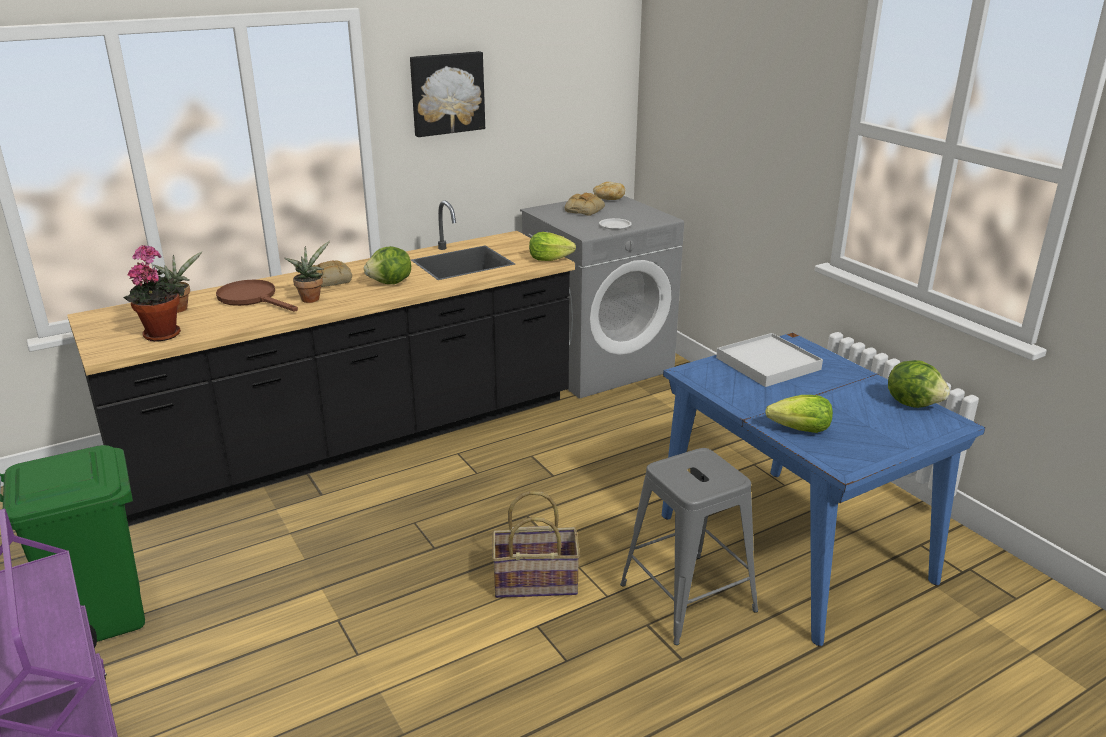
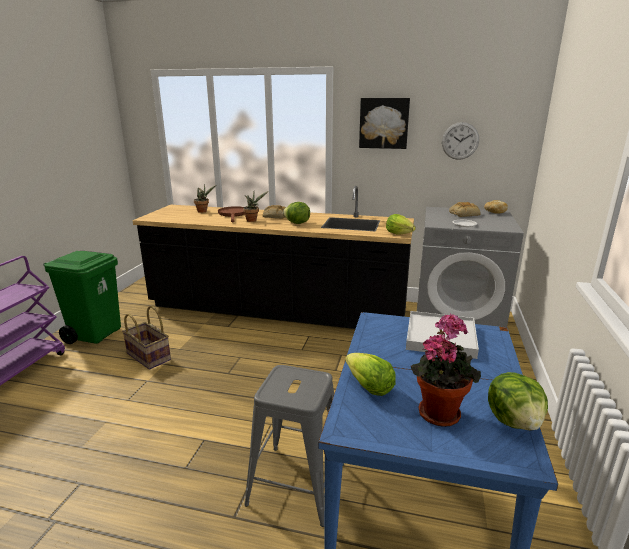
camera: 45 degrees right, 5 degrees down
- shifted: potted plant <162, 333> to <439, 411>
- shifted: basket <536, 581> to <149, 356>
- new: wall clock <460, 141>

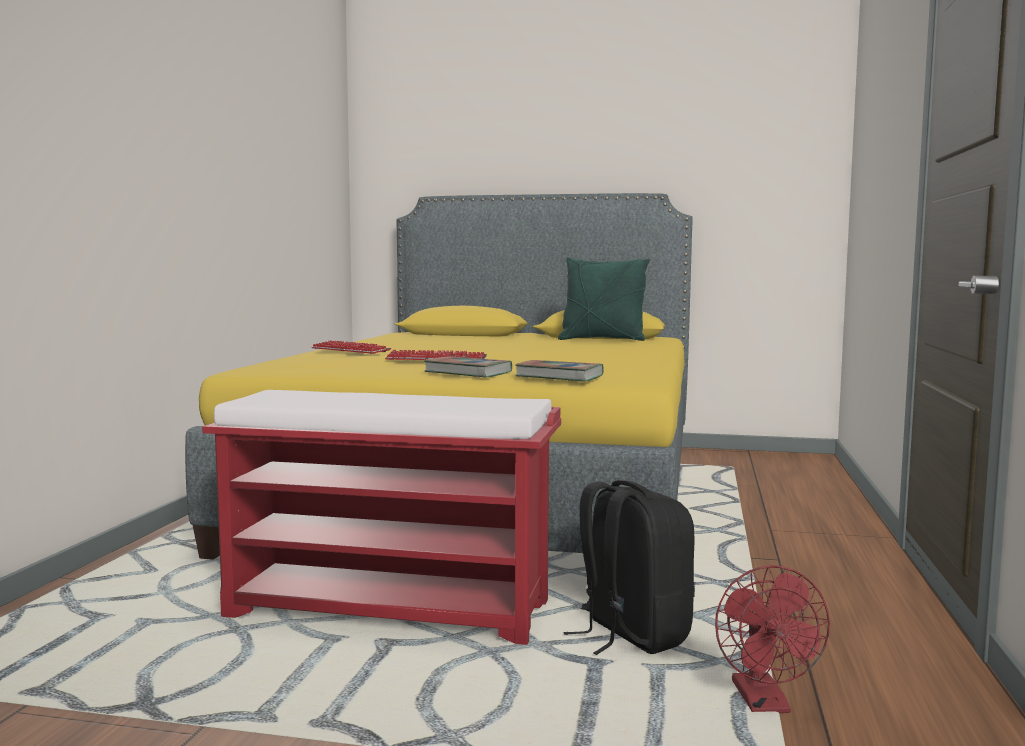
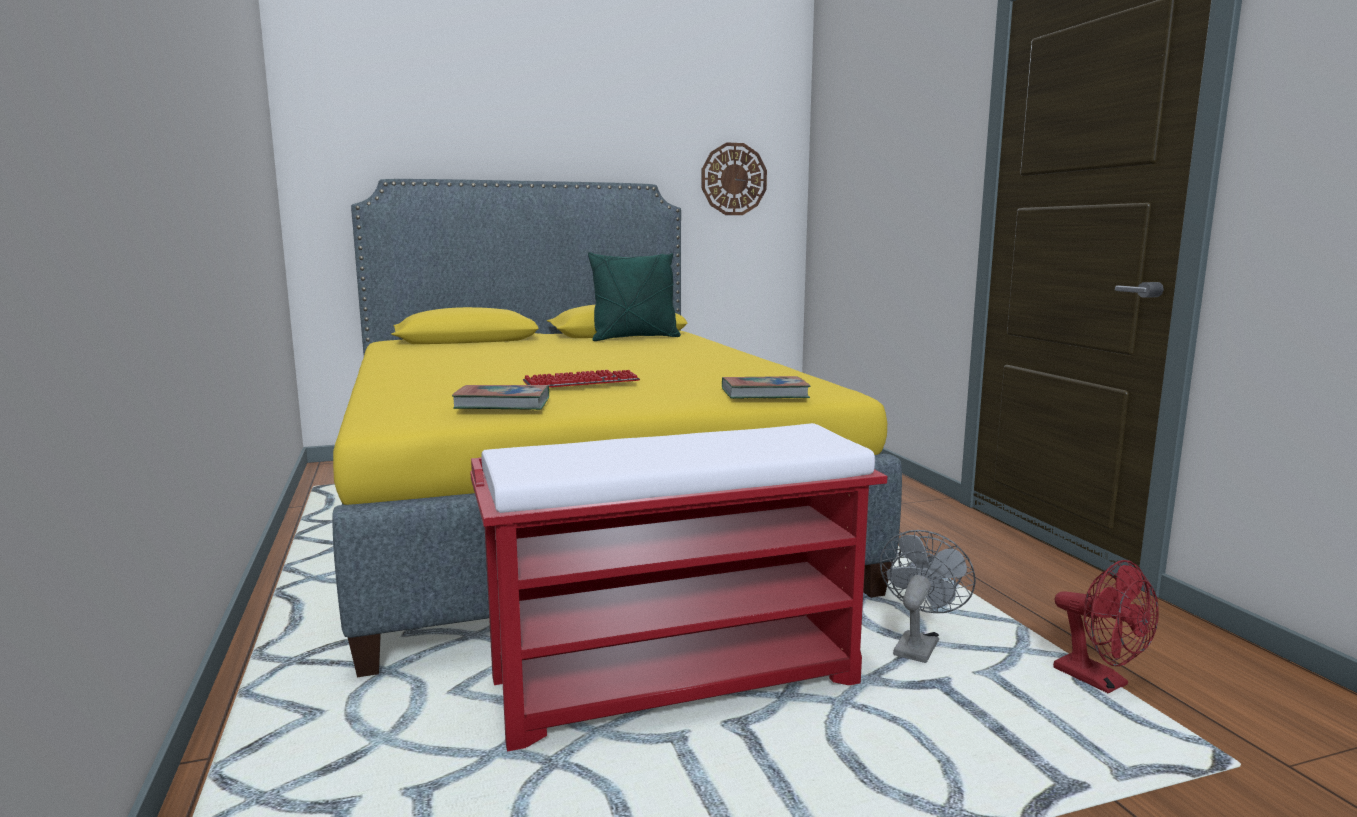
camera: 30 degrees left, 5 degrees up
- gone: keyboard <350, 350>
- shifted: book <468, 372> to <503, 404>
- swapped: black backpack <630, 635> to grey fan <917, 645>
- new: wall clock <733, 179>

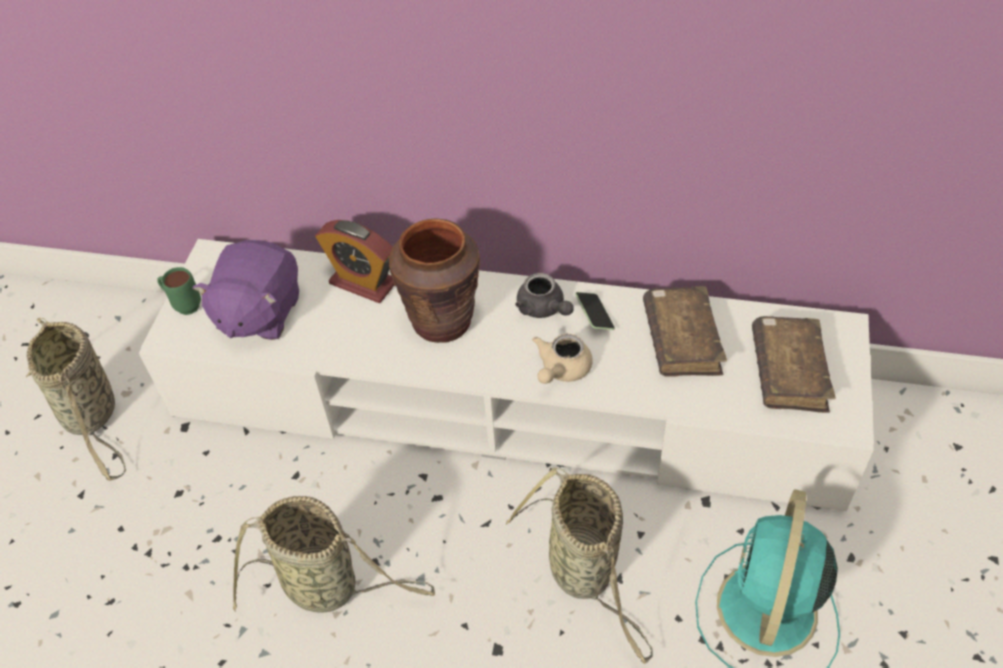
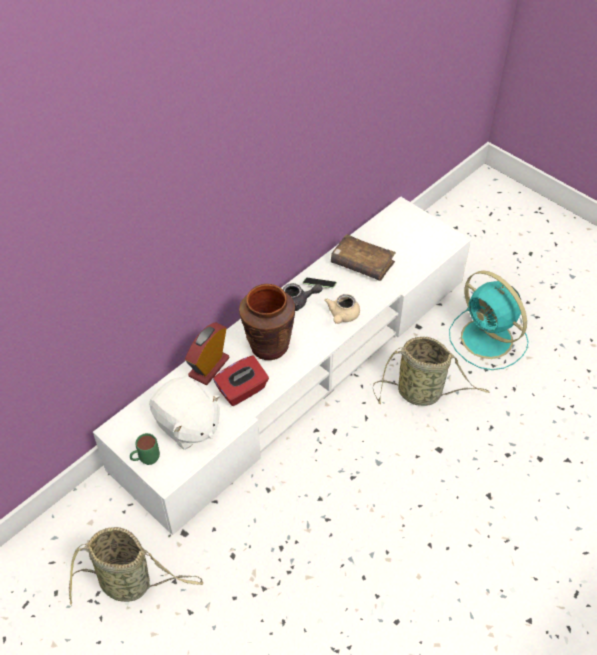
camera: 60 degrees left, 0 degrees up
- repainted: purple plush toy <258, 313> to white plush toy <187, 425>
- gone: basket <327, 586>
- rotated: alarm clock <363, 283> = <209, 367> 150 degrees clockwise
- rotated: beige teapot <561, 370> = <342, 316> 45 degrees clockwise
- gone: brown book <788, 372>
- new: red tissue box <242, 390>

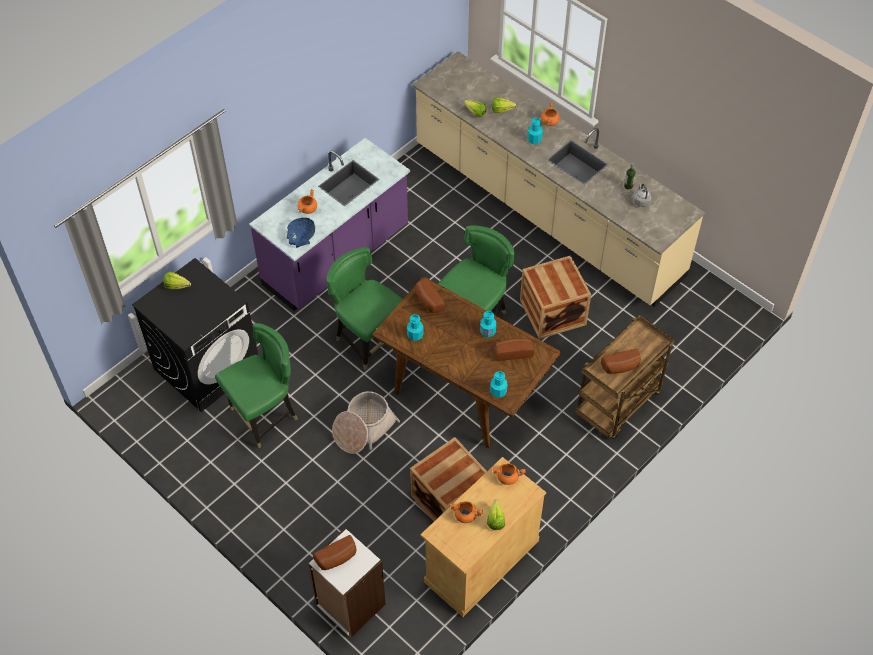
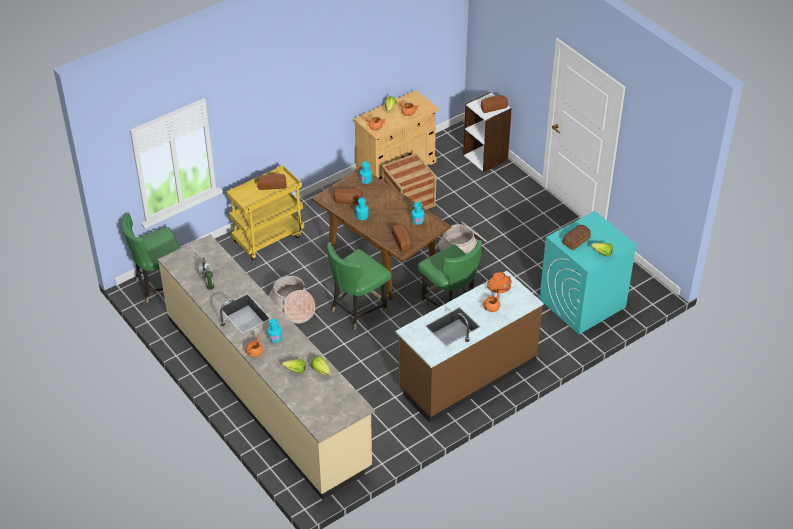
camera: 170 degrees left, 10 degrees down
- repainted: black washing machine <207, 366> to turquoise washing machine <582, 303>
- shifted: green chair <265, 417> to <160, 285>
- repainted: purple counter <337, 257> to brown counter <467, 374>
- repainted: blue bowl <301, 236> to orange bowl <499, 287>
- swapped: crate <552, 312> to basket <293, 306>
- repainted: brown cart <618, 406> to yellow cart <268, 238>
- new: bread <577, 240>

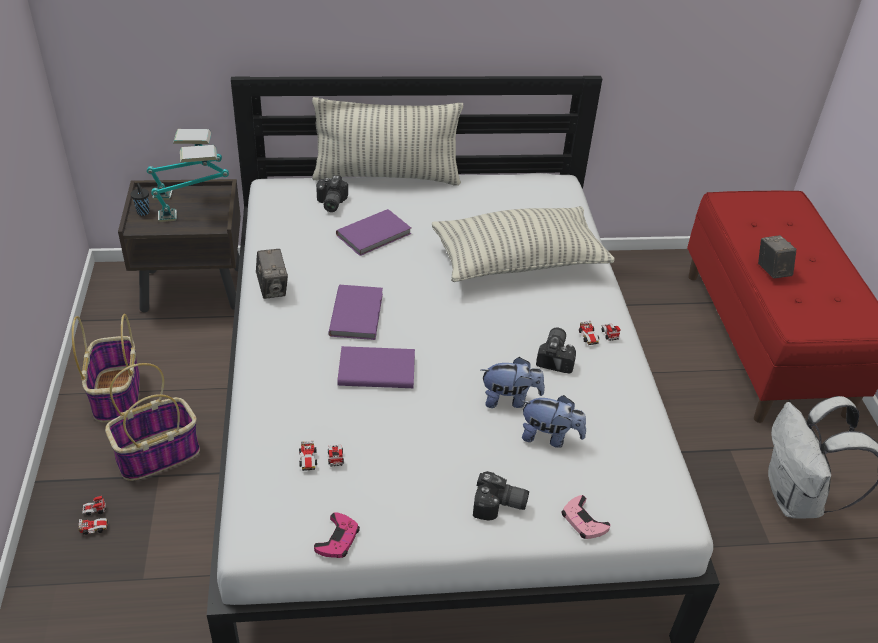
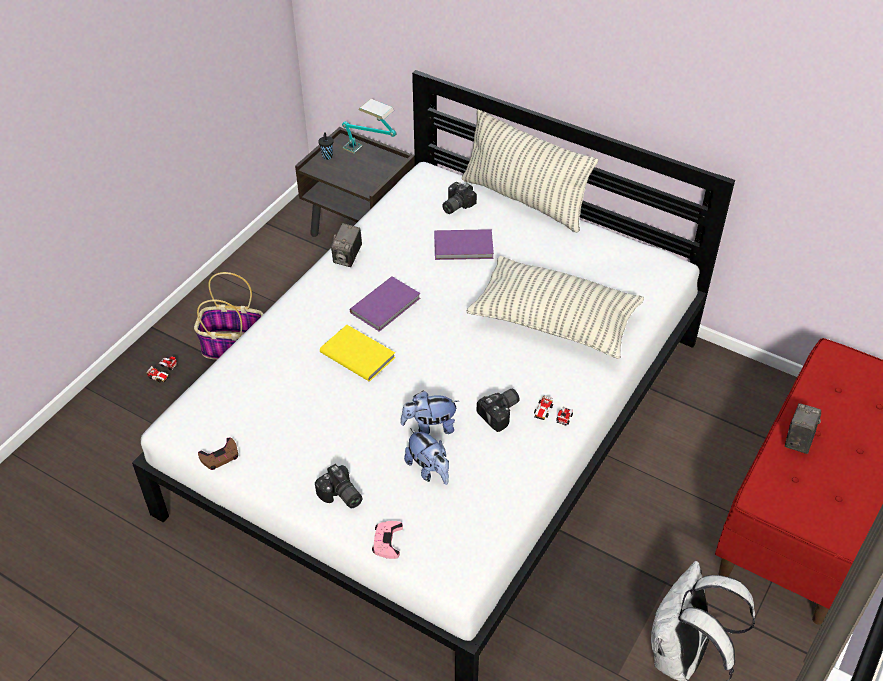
camera: 40 degrees right, 5 degrees up
- gone: basket <116, 394>
- gone: table lamp <195, 214>
- gone: toy car <321, 460>
- repainted: pink game controller <338, 539> to brown game controller <220, 456>
- repainted: purple book <375, 369> to yellow book <358, 353>
- rotated: plush toy <509, 399> = <430, 426> 135 degrees clockwise

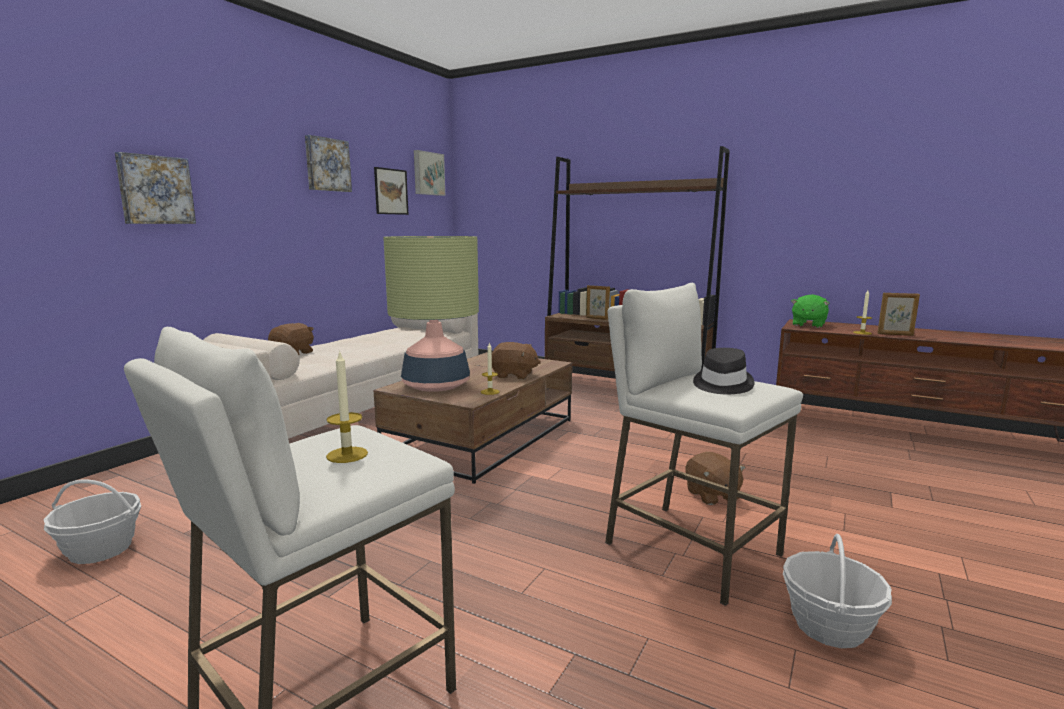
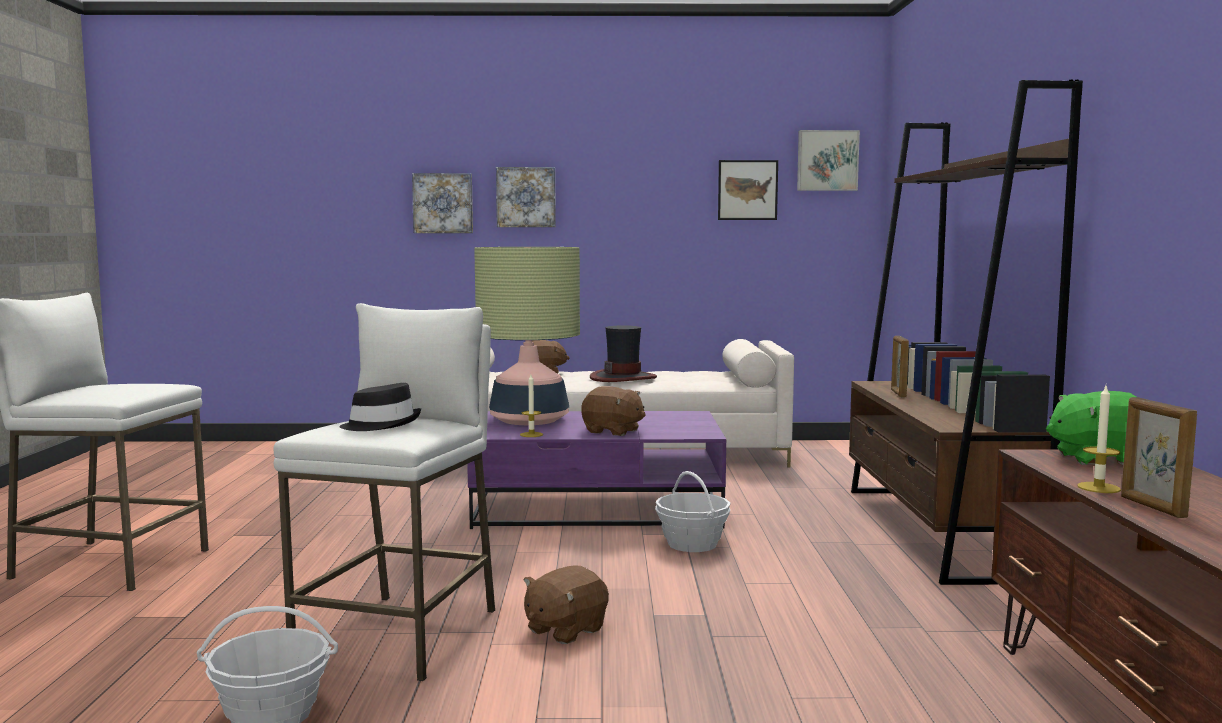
camera: 60 degrees right, 5 degrees down
- shifted: basket <100, 550> to <692, 544>
- shifted: picture <327, 164> to <526, 197>
- gone: candle <347, 455>
- repainted: brown coffee table <483, 437> to purple coffee table <599, 507>
- rotated: brown plush toy <514, 375> = <612, 431> 45 degrees counterclockwise
- new: hat <623, 378>

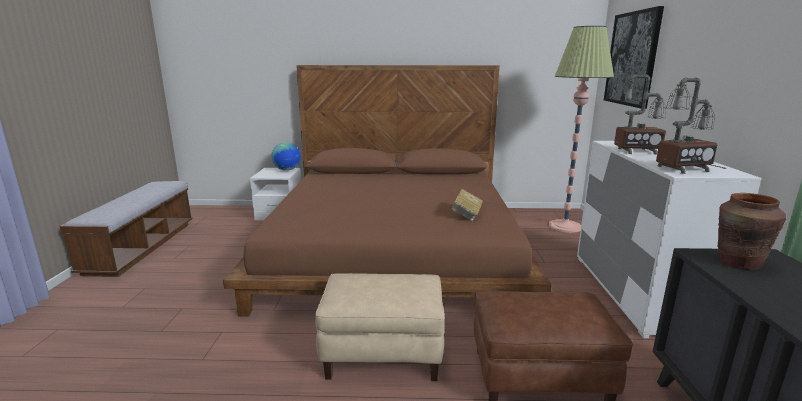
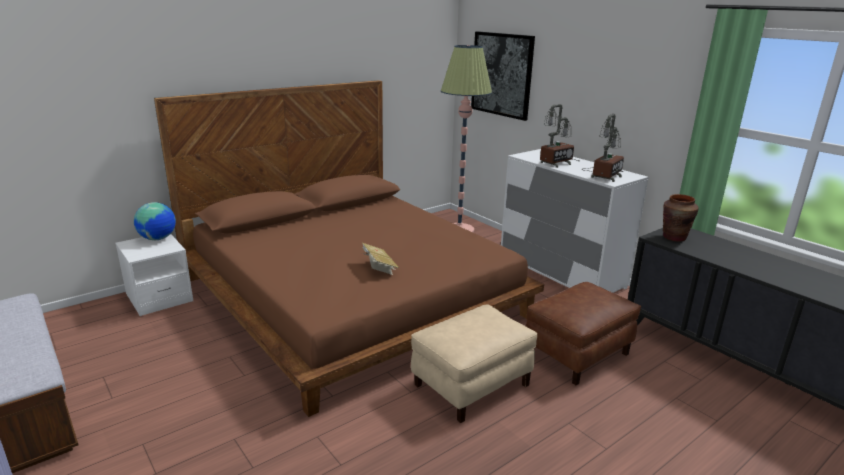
camera: 40 degrees left, 5 degrees up
- shifted: book <467, 214> to <378, 268>

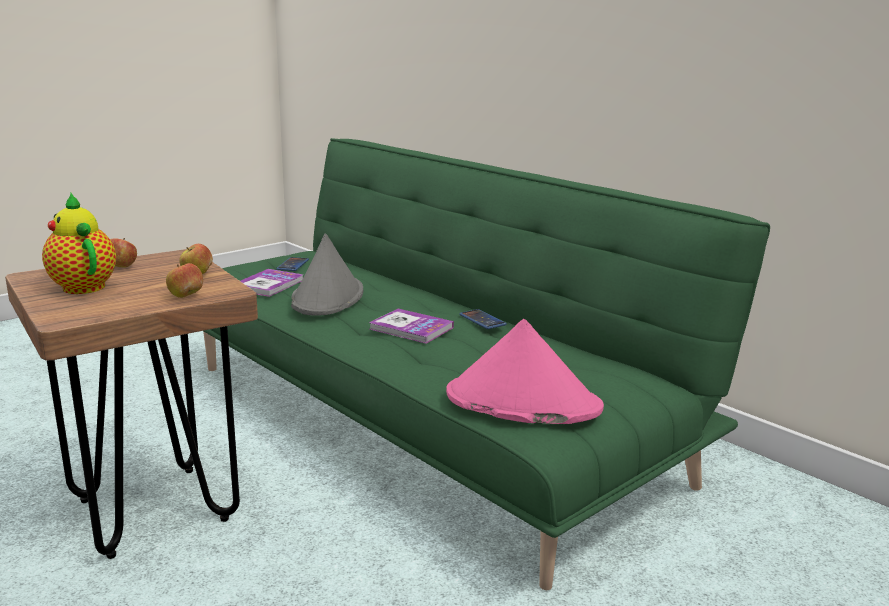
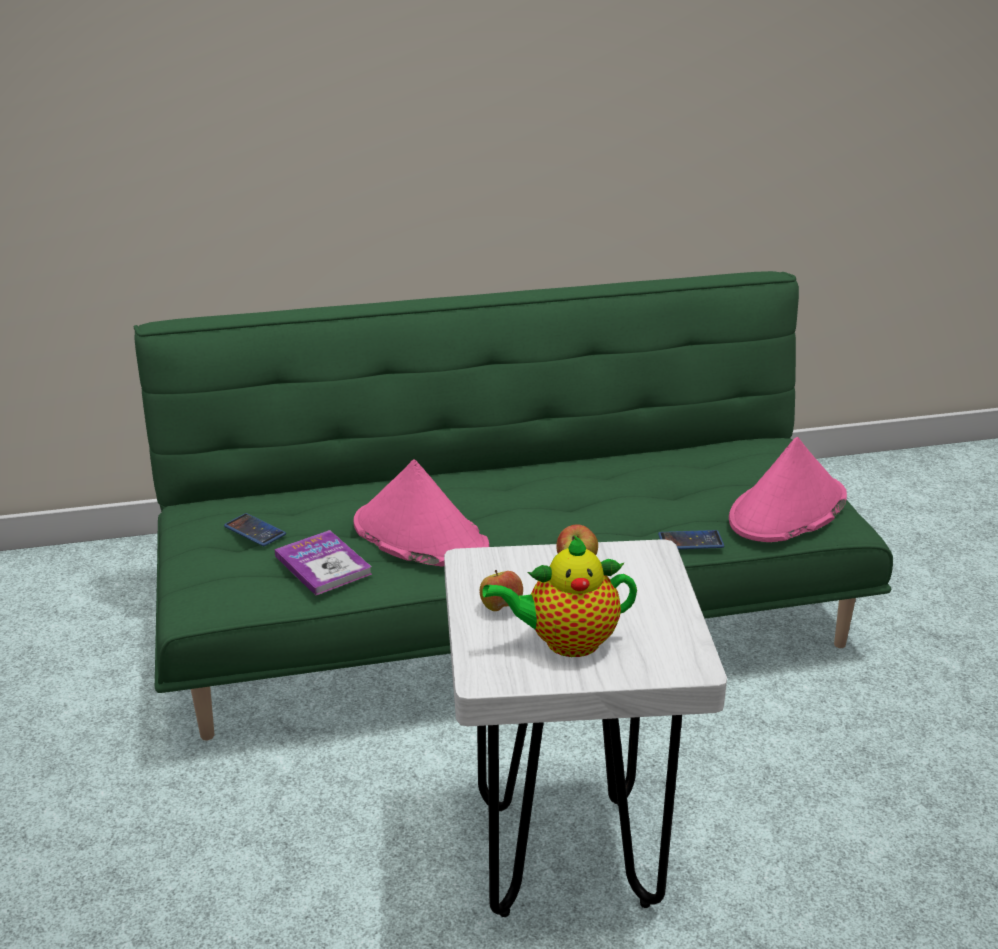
camera: 60 degrees left, 10 degrees up
- repainted: brown stool <154, 510> to white stool <566, 855>
- gone: apple <186, 296>
- repainted: grey hat <327, 297> to pink hat <419, 536>
- gone: book <411, 328>
- shifted: phone <482, 320> to <690, 541>

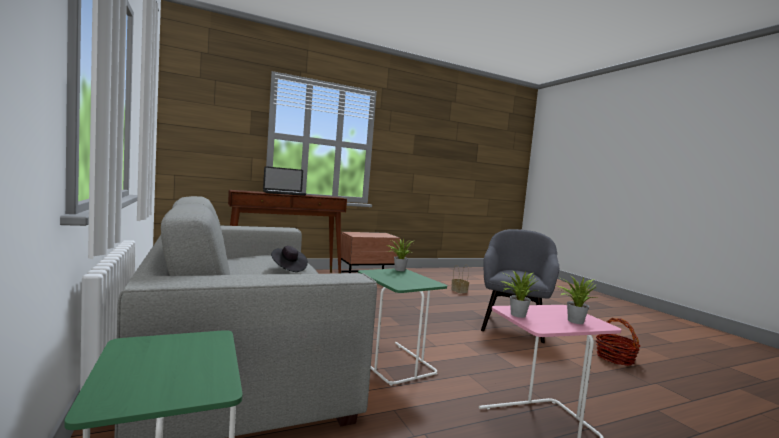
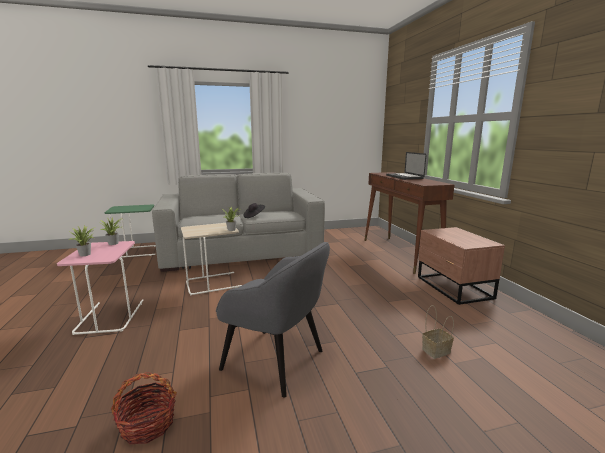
camera: 100 degrees right, 10 degrees up
- repainted: green side table <392, 362> to beige side table <214, 283>

